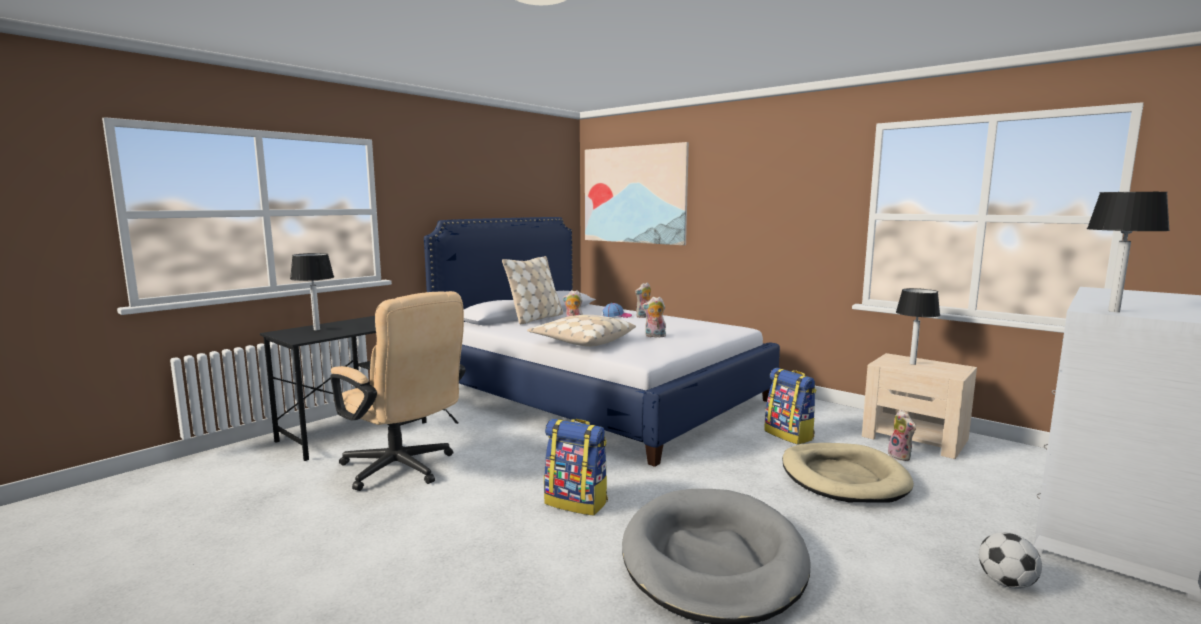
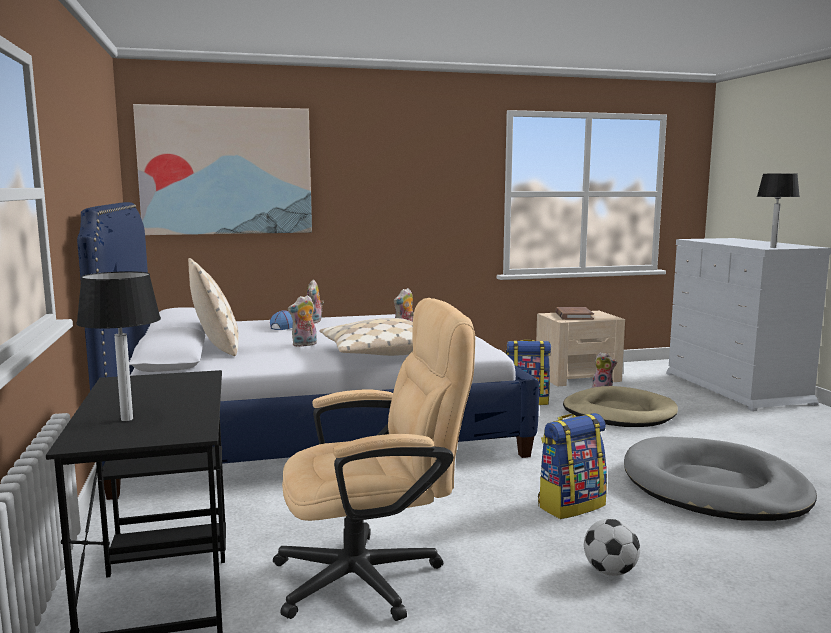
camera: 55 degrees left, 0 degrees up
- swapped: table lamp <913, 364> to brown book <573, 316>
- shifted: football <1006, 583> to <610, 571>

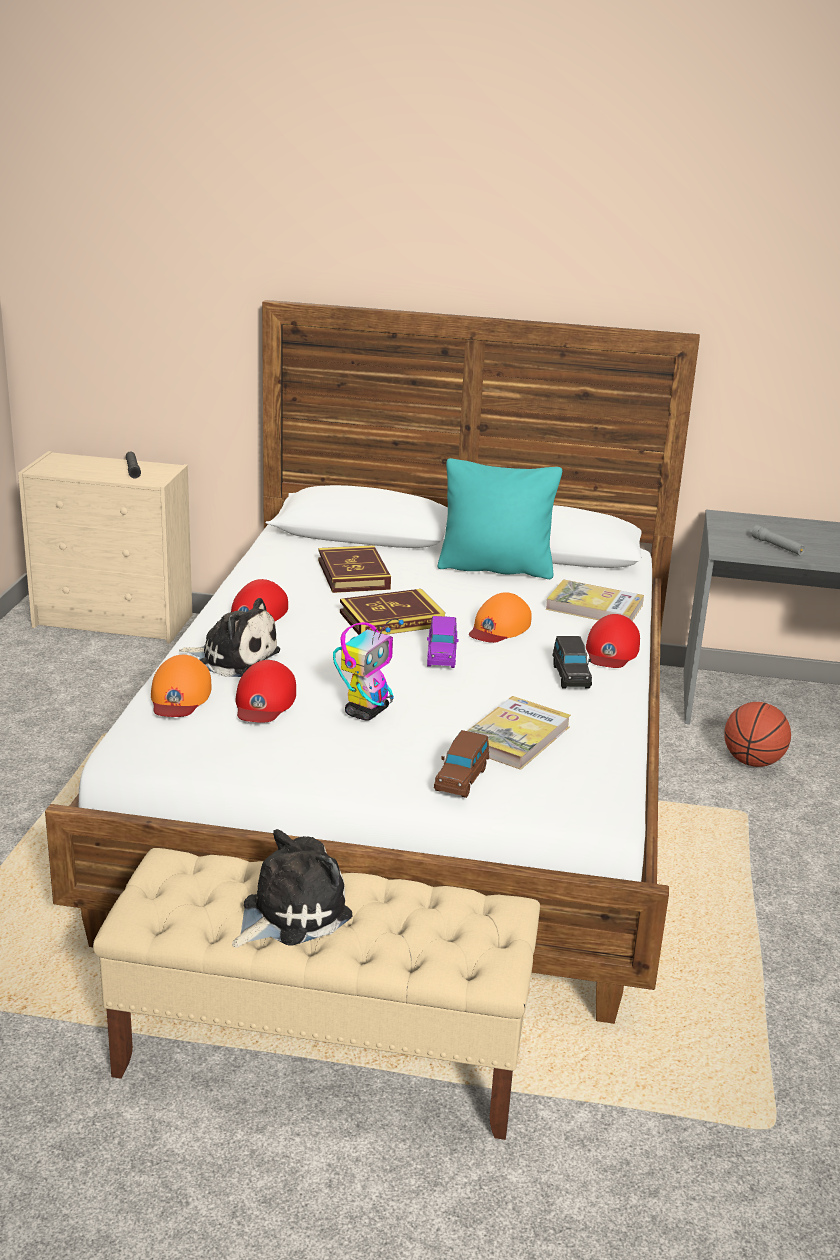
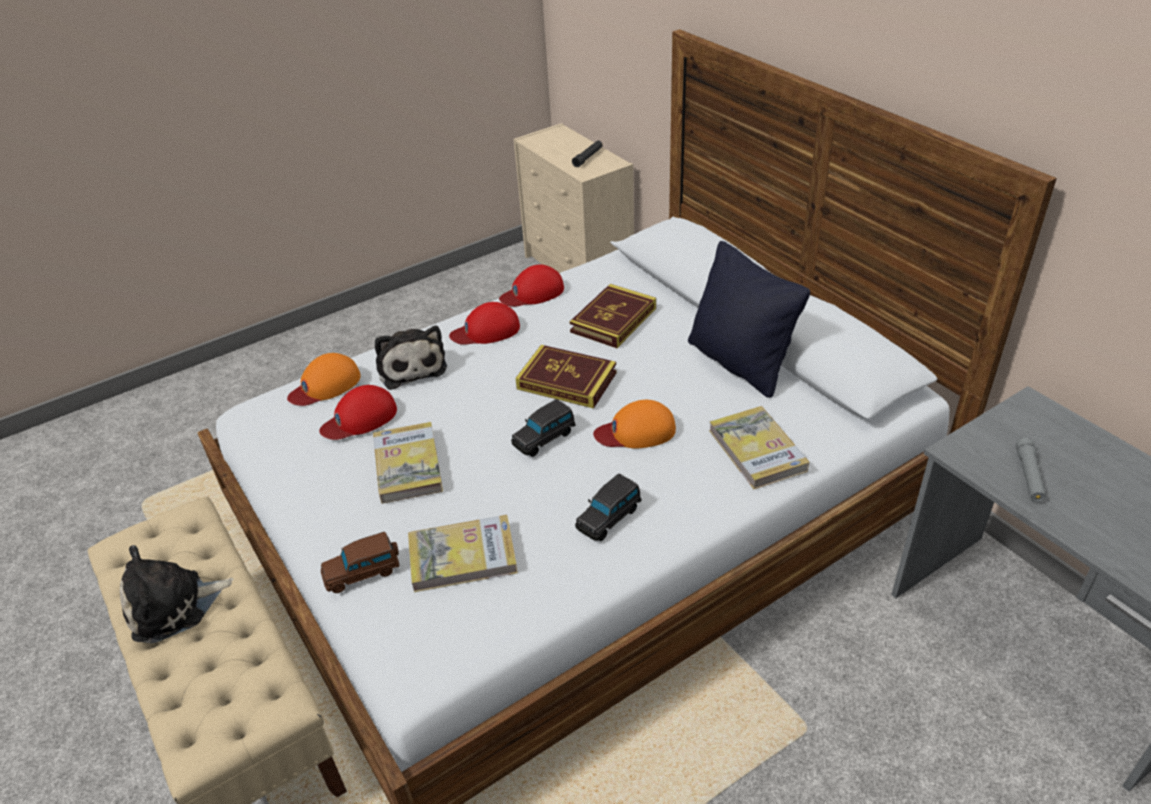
camera: 50 degrees right, 15 degrees up
- rotated: plush toy <290, 914> = <174, 606> 150 degrees clockwise
- swapped: toy robot <367, 711> to book <408, 465>
- repainted: purple toy car <441, 655> to black toy car <545, 438>
- repainted: turquoise pillow <496, 568> to black pillow <739, 363>
- shifted: red cap <611, 651> to <532, 293>
- gone: basketball <752, 762>

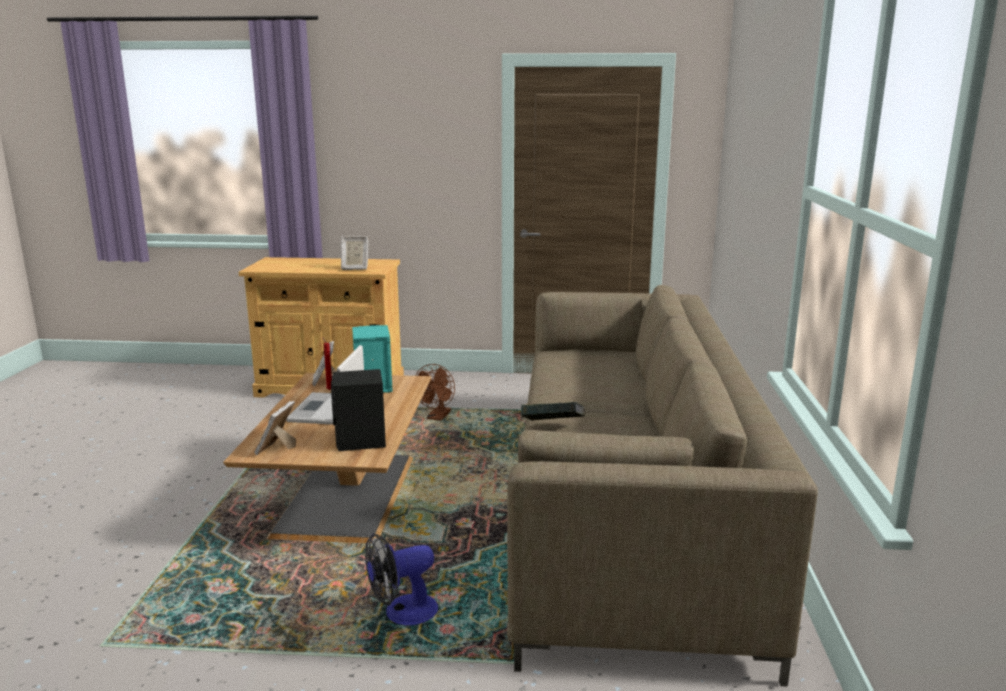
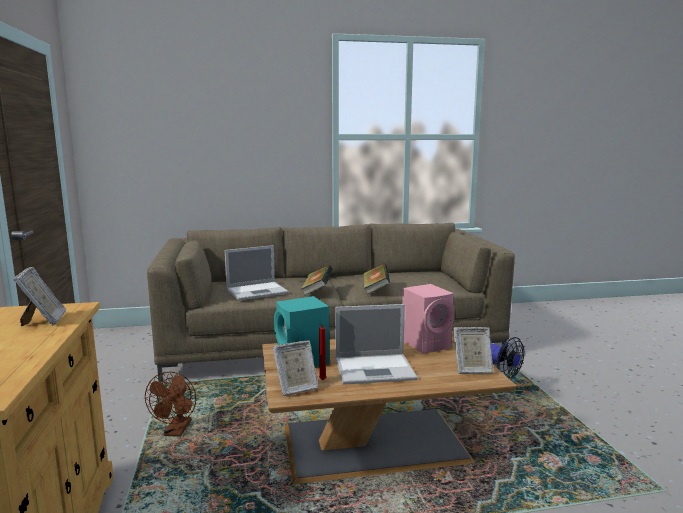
camera: 105 degrees left, 5 degrees down
- repainted: black speaker <360, 442> to pink speaker <427, 344>
- rotated: brown fan <437, 417> = <176, 431> 90 degrees clockwise
- new: laptop <258, 291>
- new: book <317, 291>

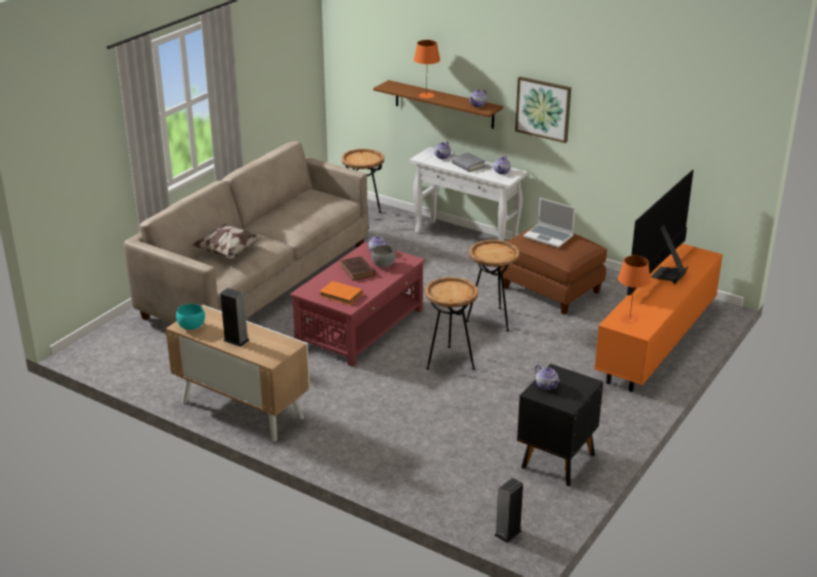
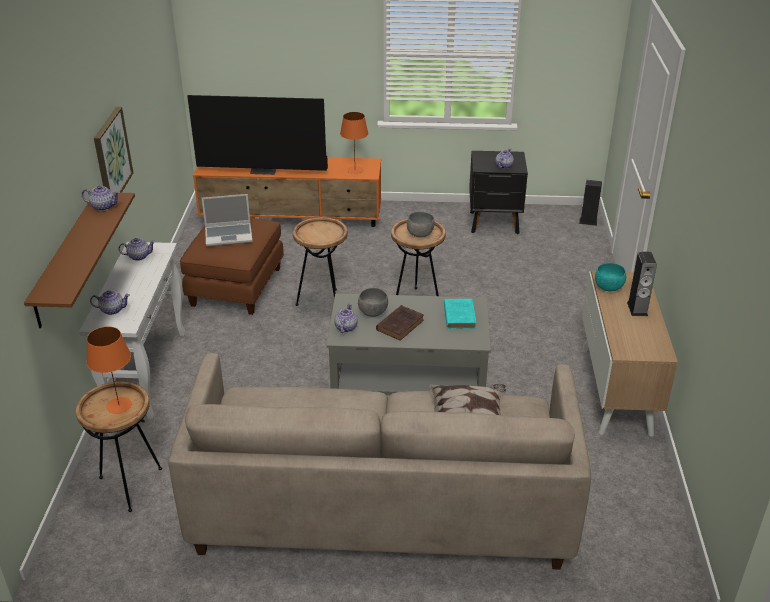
camera: 120 degrees left, 5 degrees up
- shifted: turquoise bowl <191, 326> to <608, 288>
- repainted: red coffee table <361, 327> to grey coffee table <407, 376>
- repainted: orange book <342, 295> to turquoise book <459, 315>
- shifted: orange table lamp <427, 95> to <118, 405>
- gone: grey book <468, 165>
- rotated: laptop <549, 237> = <229, 235> 75 degrees clockwise
- new: grey bowl <420, 234>

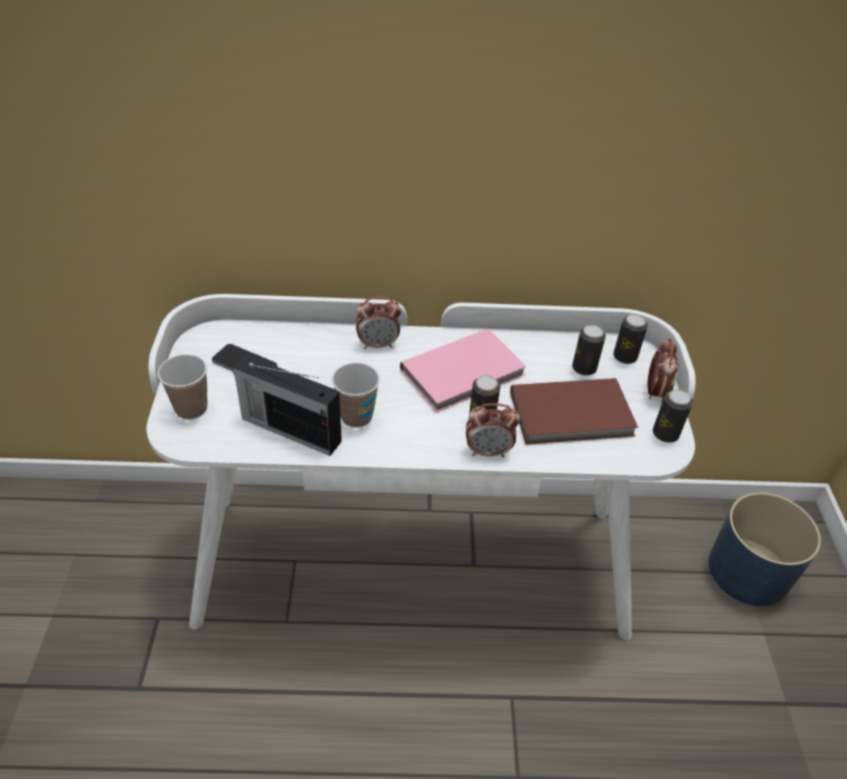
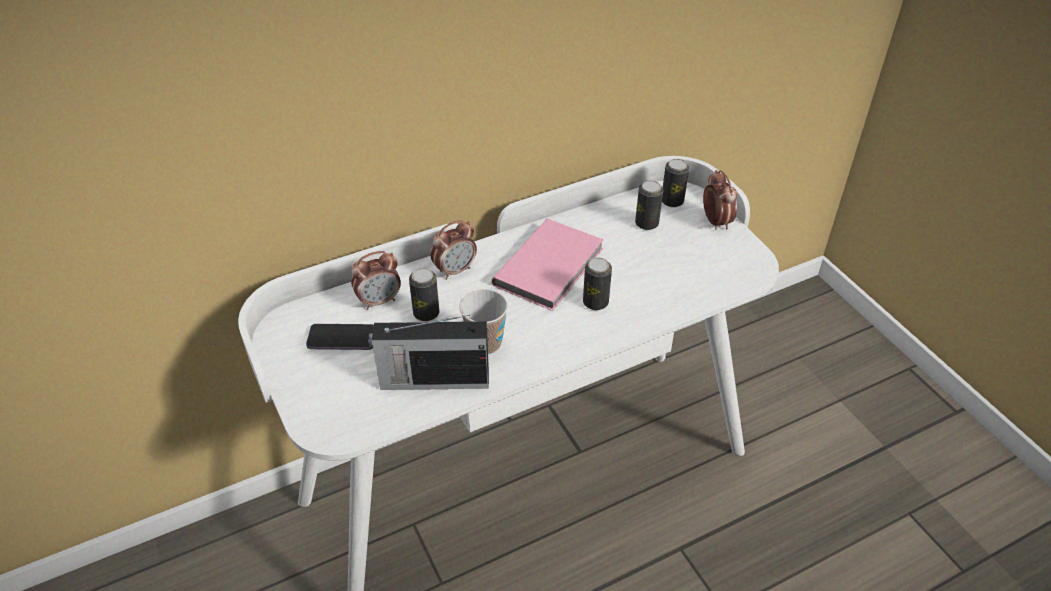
camera: 25 degrees left, 0 degrees up
- gone: cup <191, 408>
- shifted: alarm clock <488, 451> to <379, 301>
- gone: brown book <573, 416>
- shifted: can <665, 434> to <426, 313>
- gone: blue planter <749, 571>

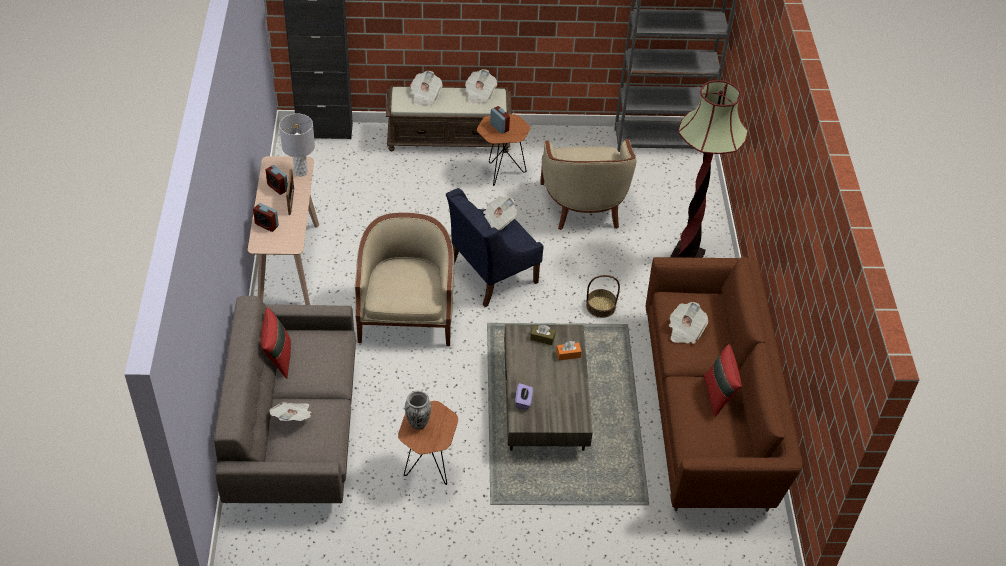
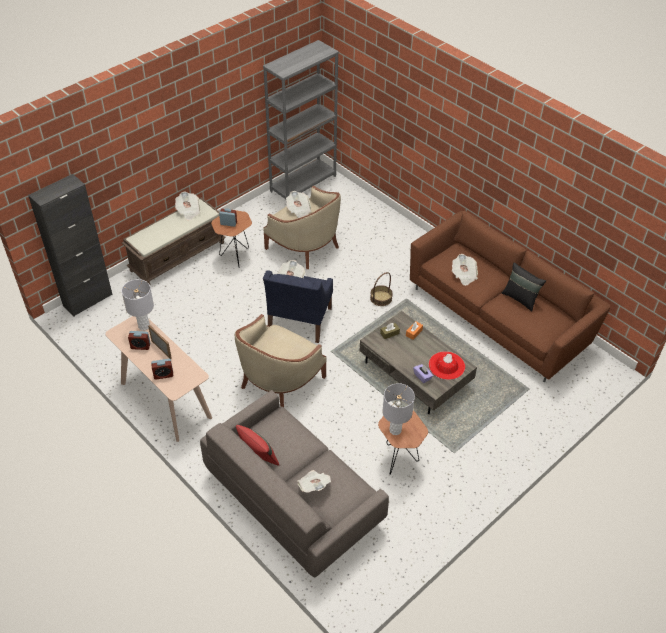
camera: 40 degrees left, 0 degrees up
- rotated: beige armchair <406, 316> = <279, 380> 105 degrees counterclockwise
- swapped: vase <418, 423> to grey table lamp <395, 430>
- shifted: newspaper <425, 96> to <298, 210>
- gone: floor lamp <686, 257>
- repainted: red pillow <718, 396> to black pillow <520, 299>
- new: red hat <446, 365>

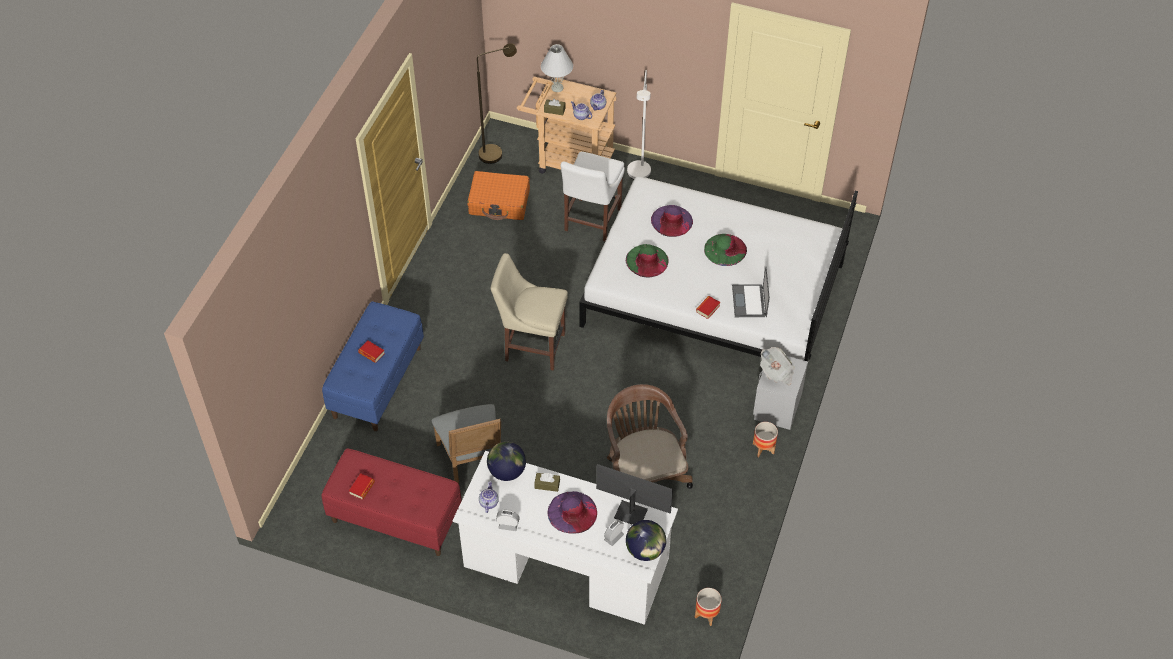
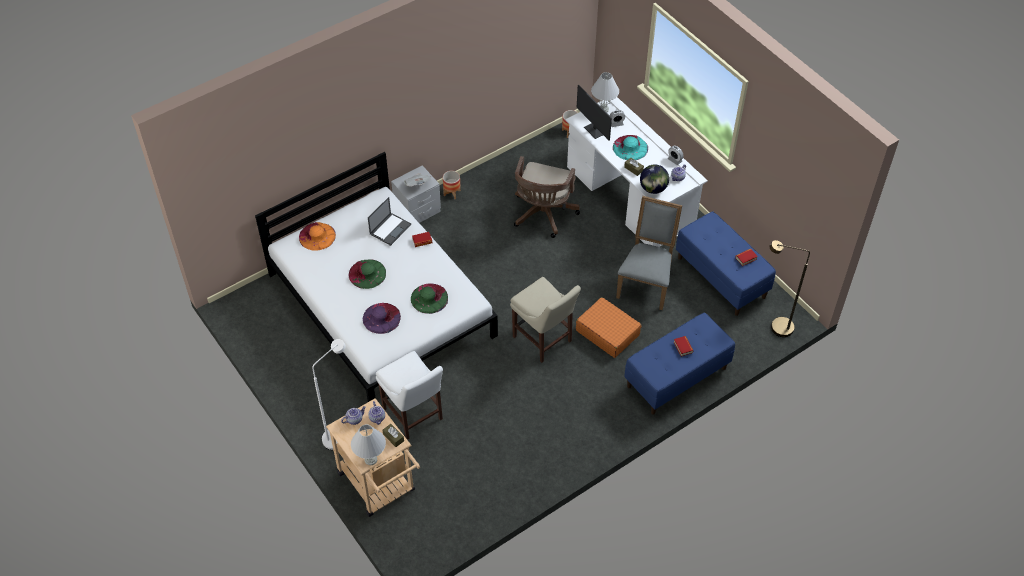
camera: 145 degrees left, 0 degrees up
- repainted: red bench <395, 518> to blue bench <722, 277>
- shifted: orange suitcase <499, 202> to <607, 332>
- shifted: brown floor lamp <496, 153> to <775, 327>
- repainted: purple hat <572, 512> to turquoise hat <630, 147>
- rotated: white chair <591, 222> = <414, 416> 90 degrees clockwise
- swapped: globe <645, 550> to white table lamp <603, 109>
- new: orange hat <317, 236>

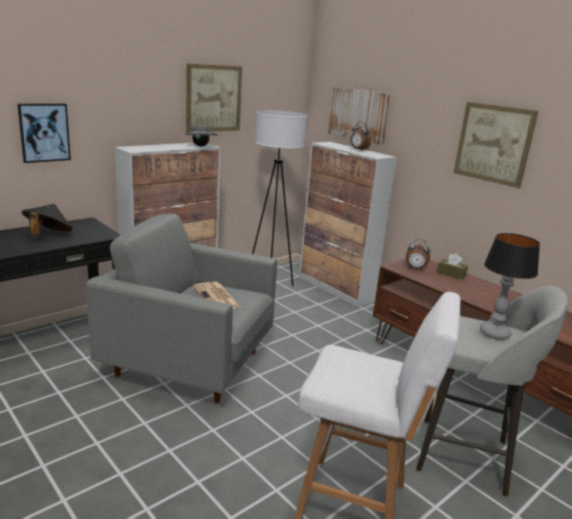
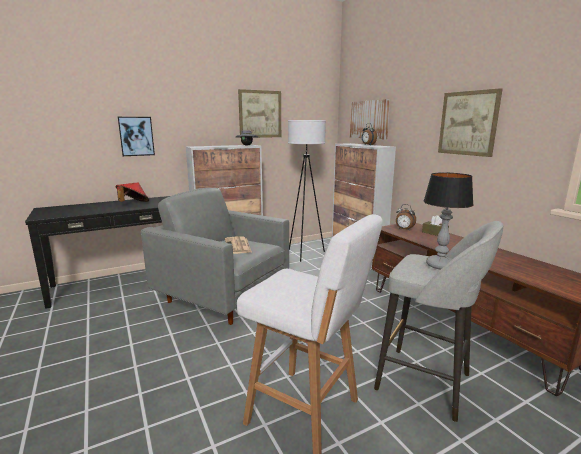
camera: 15 degrees right, 5 degrees down
- repainted: black hat <48, 235> to red hat <133, 204>

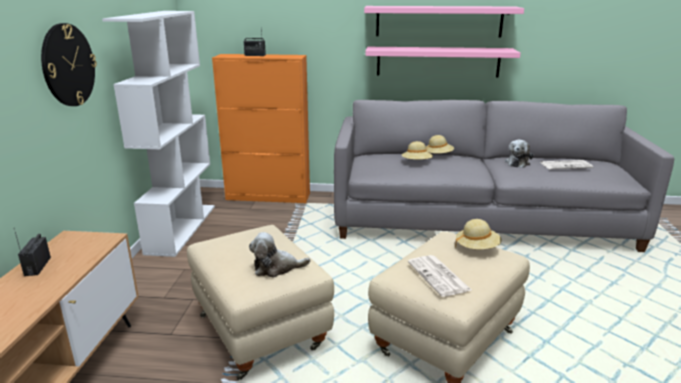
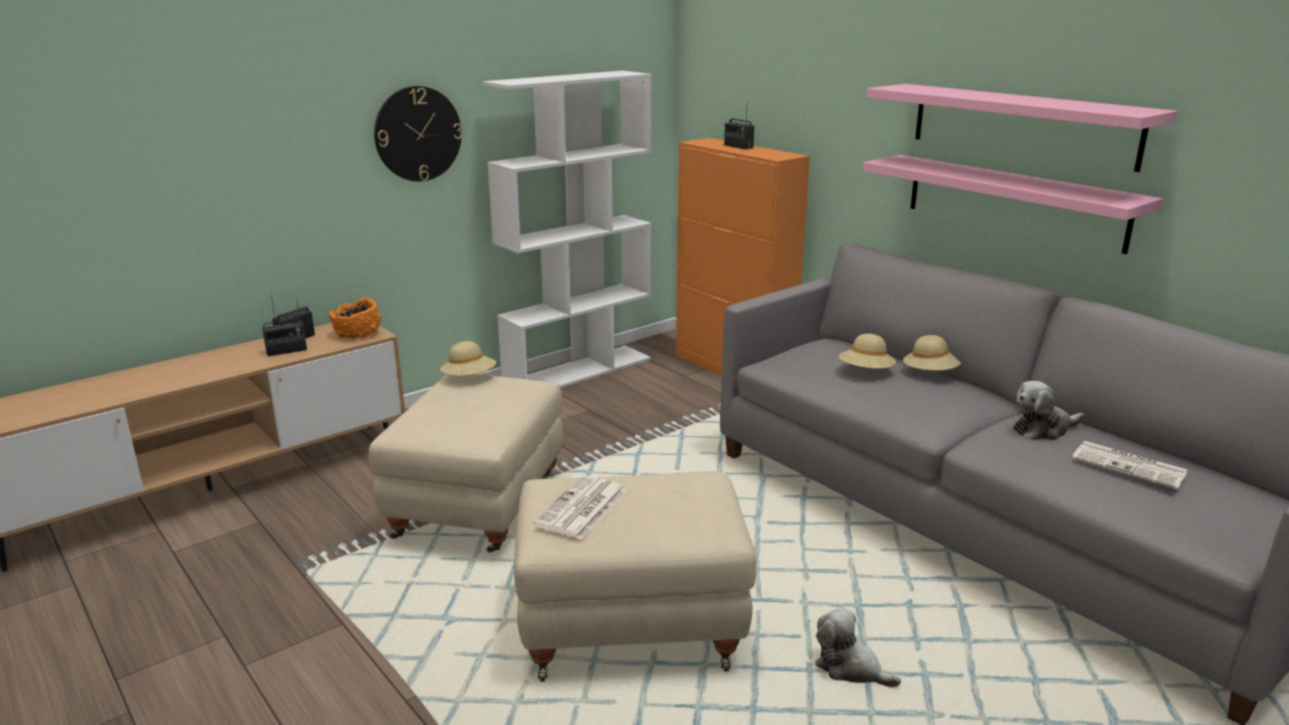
camera: 45 degrees right, 0 degrees up
- shifted: plush toy <276, 268> to <850, 668>
- shifted: beige hat <477, 248> to <469, 378>
- new: radio <286, 351>
- new: orange bowl <357, 334>

